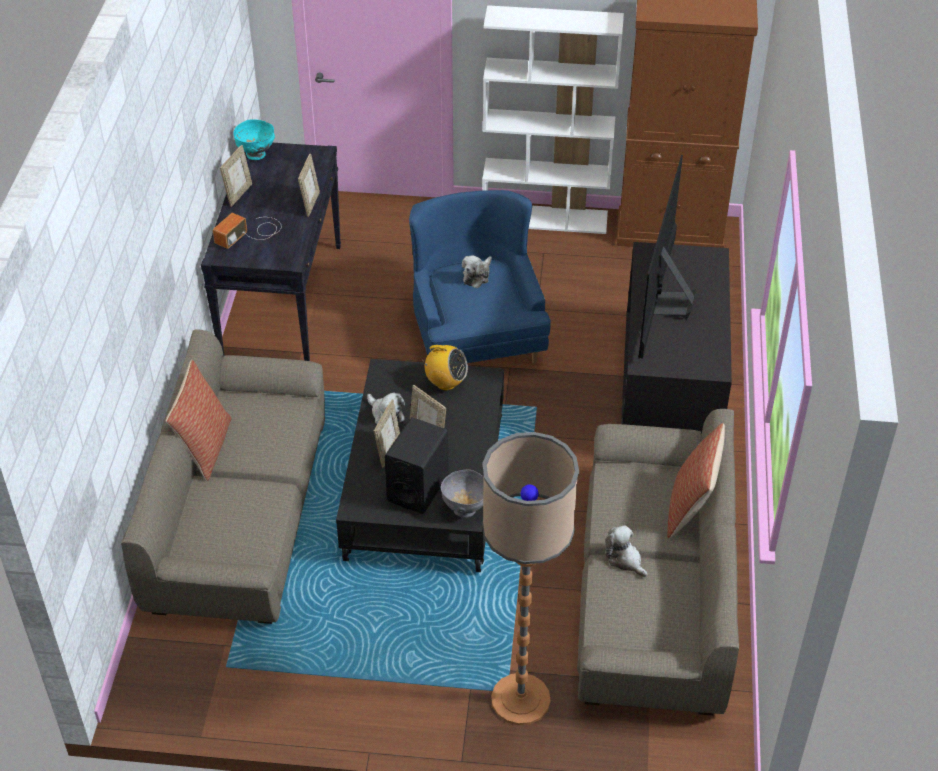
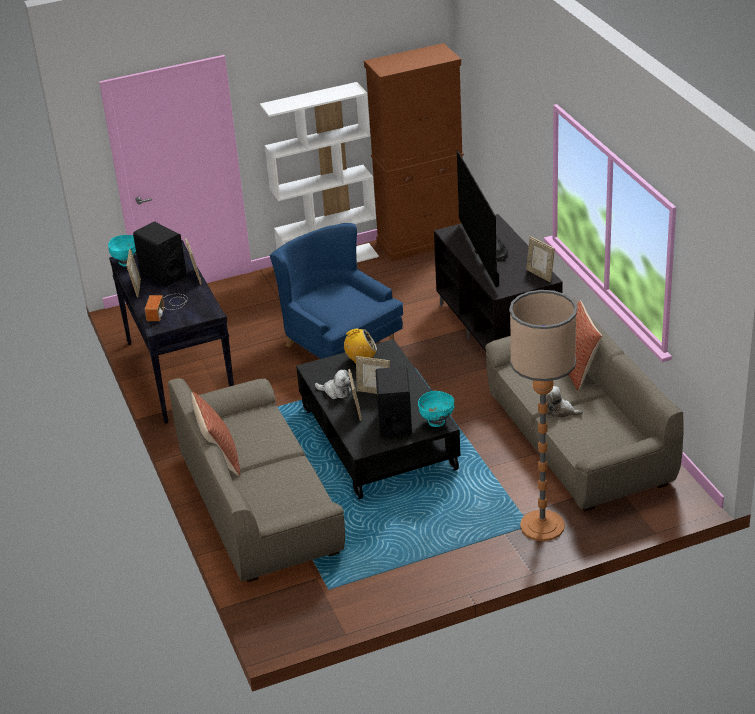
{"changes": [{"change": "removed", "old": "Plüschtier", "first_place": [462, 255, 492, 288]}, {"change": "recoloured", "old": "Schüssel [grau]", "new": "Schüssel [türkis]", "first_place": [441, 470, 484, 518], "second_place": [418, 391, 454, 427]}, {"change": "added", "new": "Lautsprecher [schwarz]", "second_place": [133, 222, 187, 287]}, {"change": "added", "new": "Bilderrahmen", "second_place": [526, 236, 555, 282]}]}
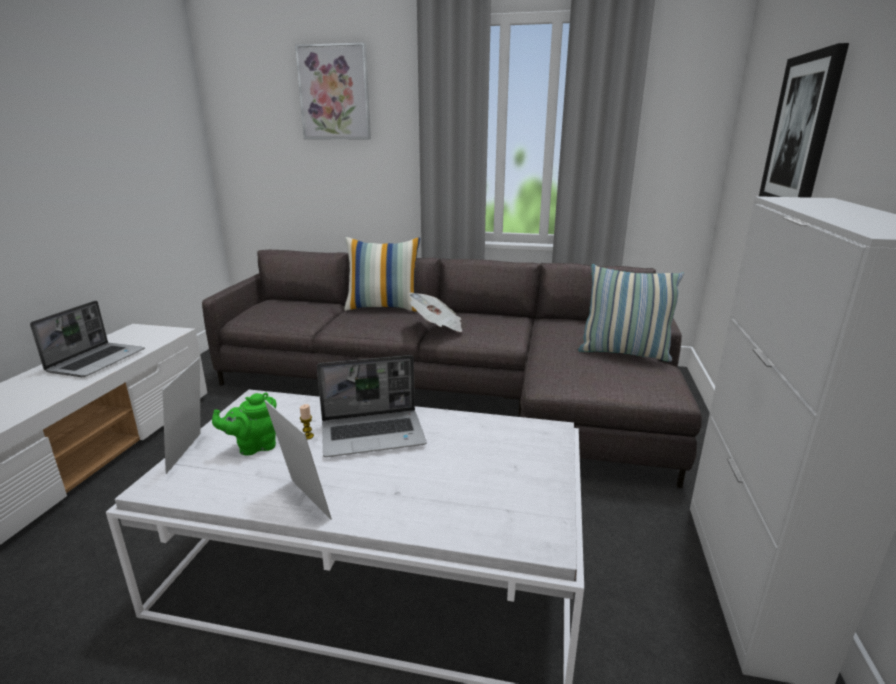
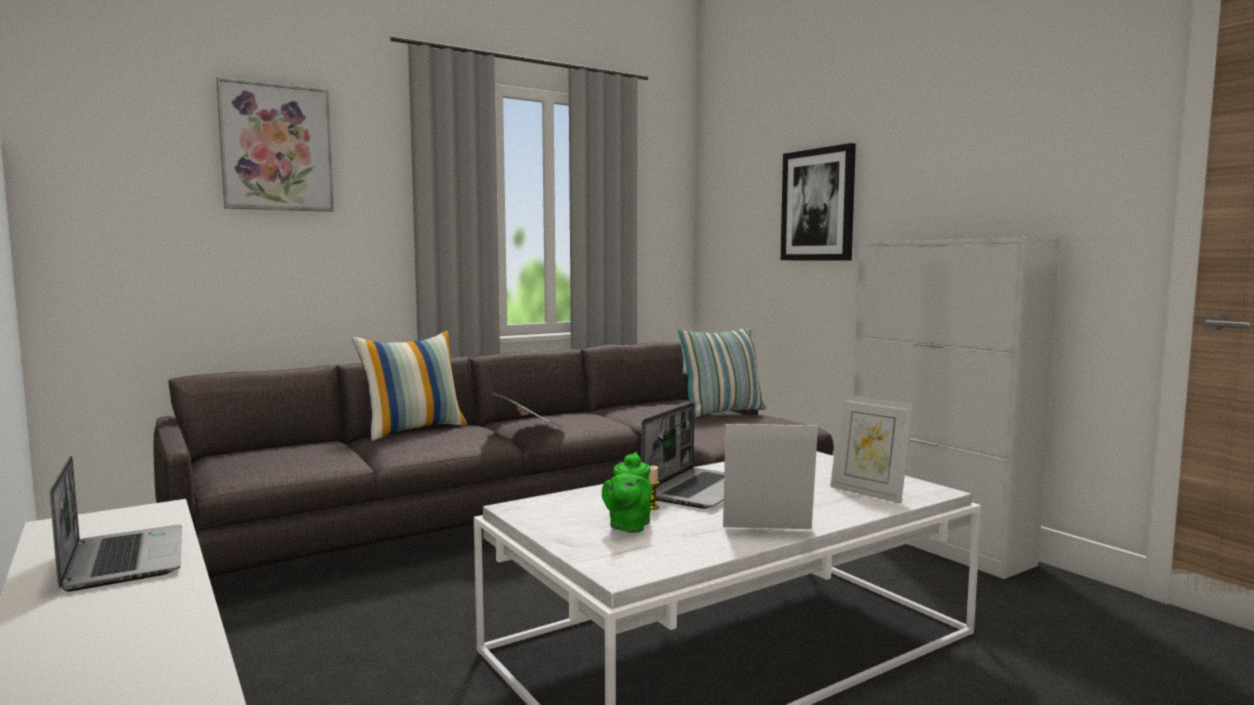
{"changes": [{"change": "moved", "old": "Bilderrahmen", "first_place": [162, 357, 201, 474], "second_place": [830, 394, 913, 504]}]}
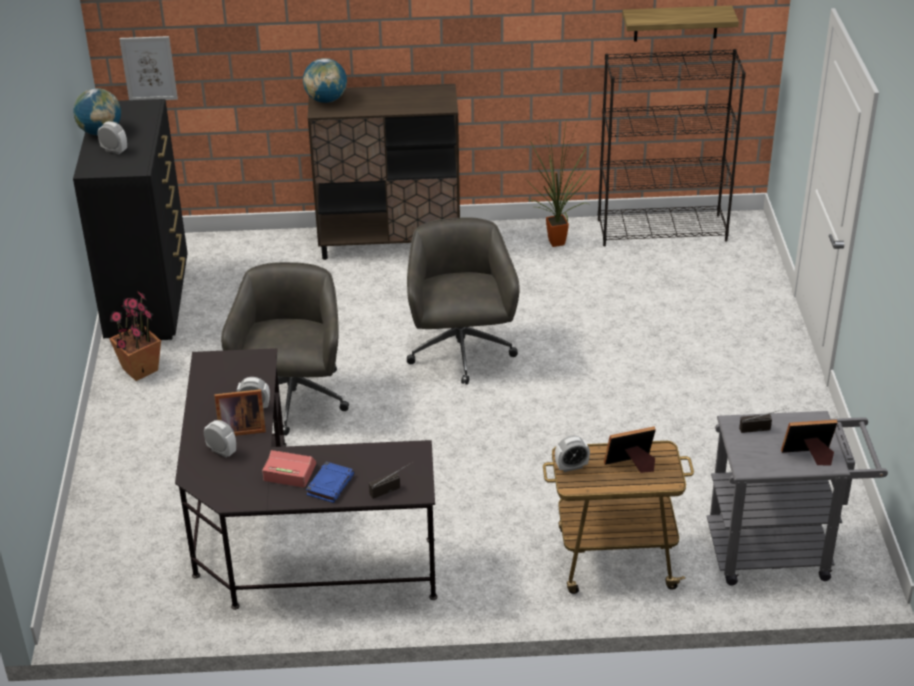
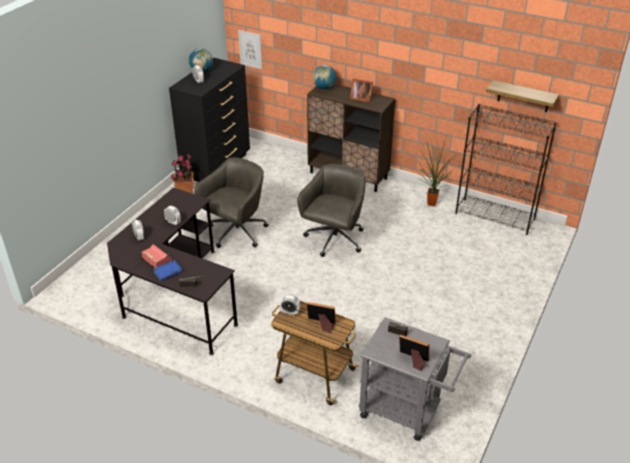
{"changes": [{"change": "moved", "old": "Bilderrahmen", "first_place": [215, 389, 266, 436], "second_place": [350, 78, 373, 103]}]}
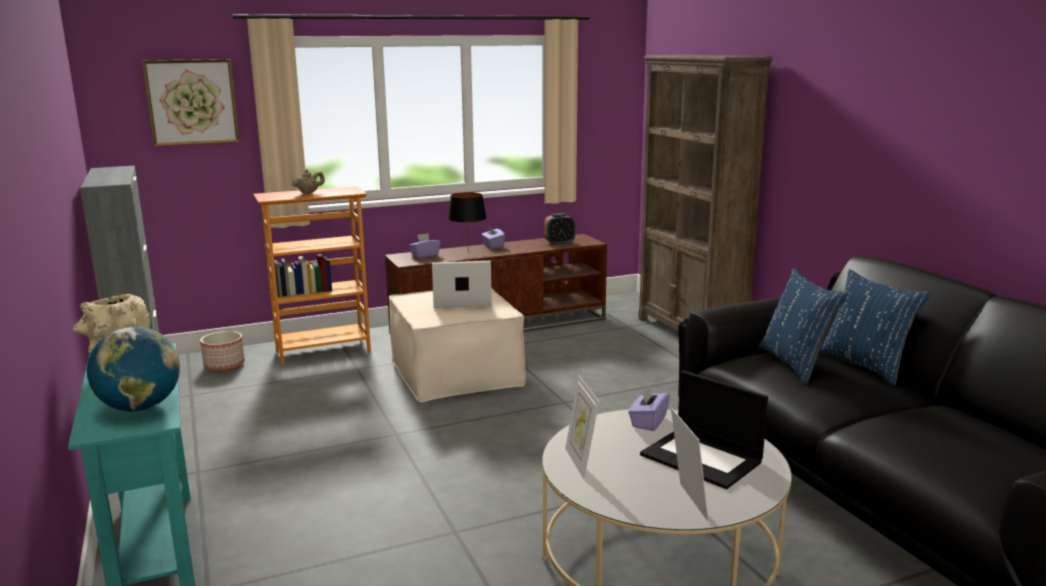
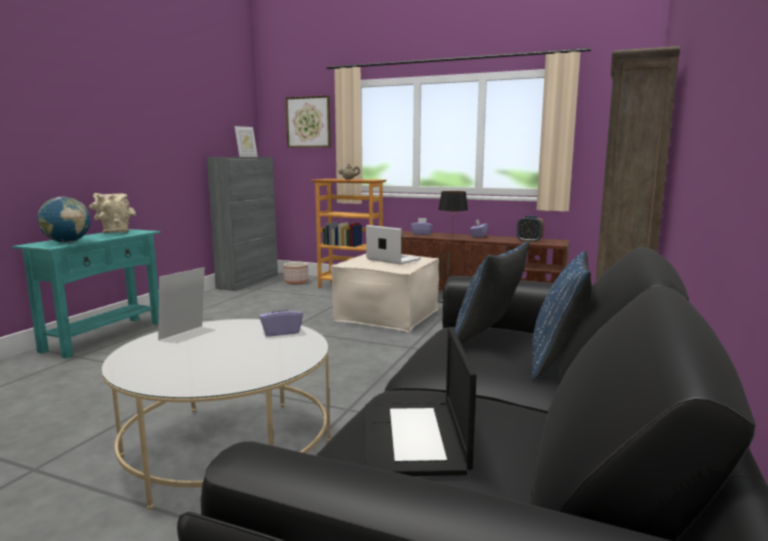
{"changes": [{"change": "moved", "old": "Laptop", "first_place": [640, 370, 768, 489], "second_place": [365, 327, 477, 476]}, {"change": "moved", "old": "Bilderrahmen", "first_place": [671, 408, 708, 521], "second_place": [234, 126, 258, 157]}]}
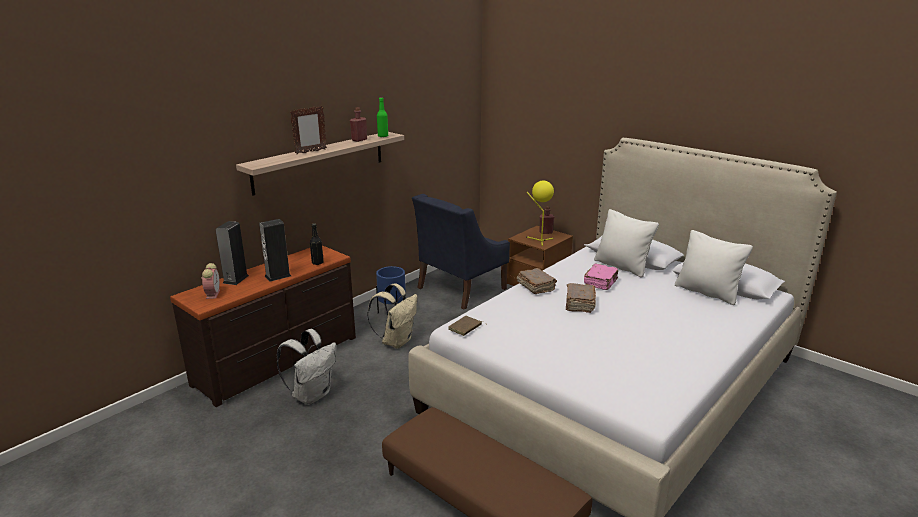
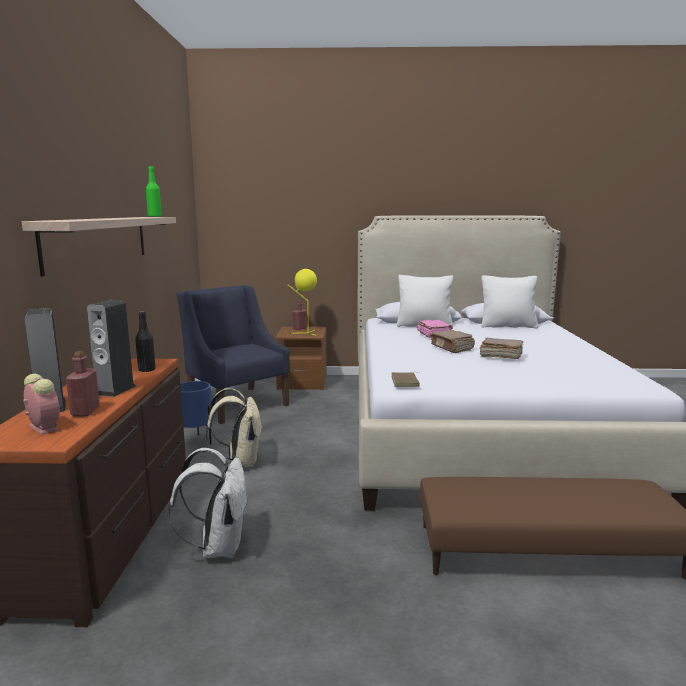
{"changes": [{"change": "removed", "old": "Bilderrahmen", "first_place": [290, 106, 327, 154]}, {"change": "moved", "old": "Flasche [rot]", "first_place": [350, 107, 367, 142], "second_place": [66, 351, 100, 416]}, {"change": "turned", "old": "Sessel [blau]", "first_place": [412, 194, 510, 309], "second_place": [176, 285, 290, 424], "degrees": 135}, {"change": "moved", "old": "Buch [braun]", "first_place": [517, 268, 557, 294], "second_place": [480, 337, 523, 359]}]}
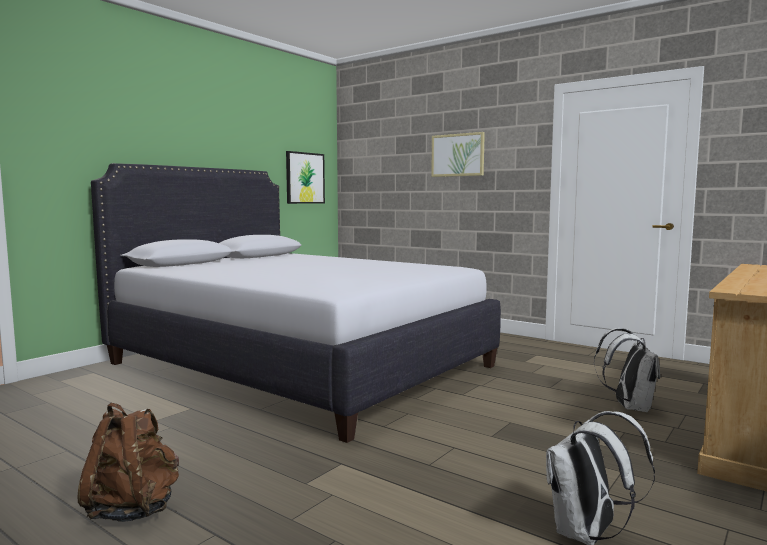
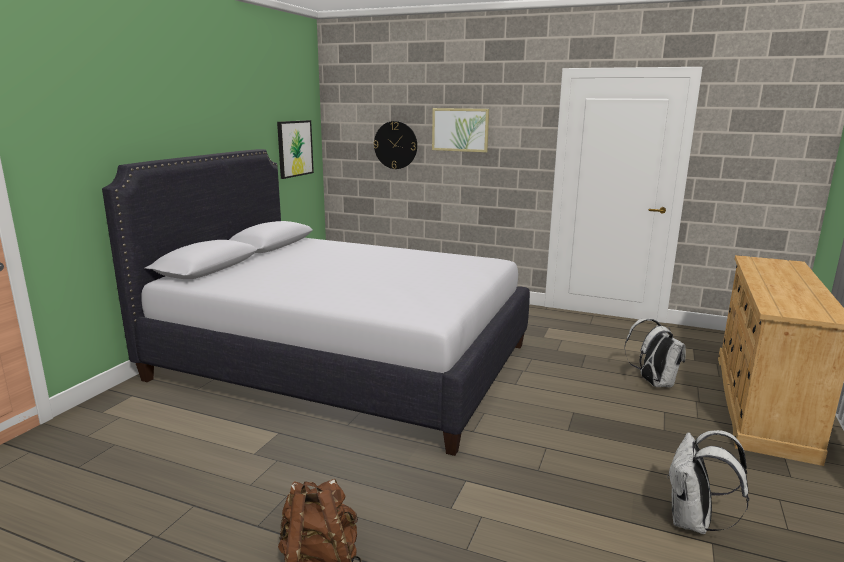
{"changes": [{"change": "added", "new": "Wanduhr", "second_place": [374, 121, 417, 169]}]}
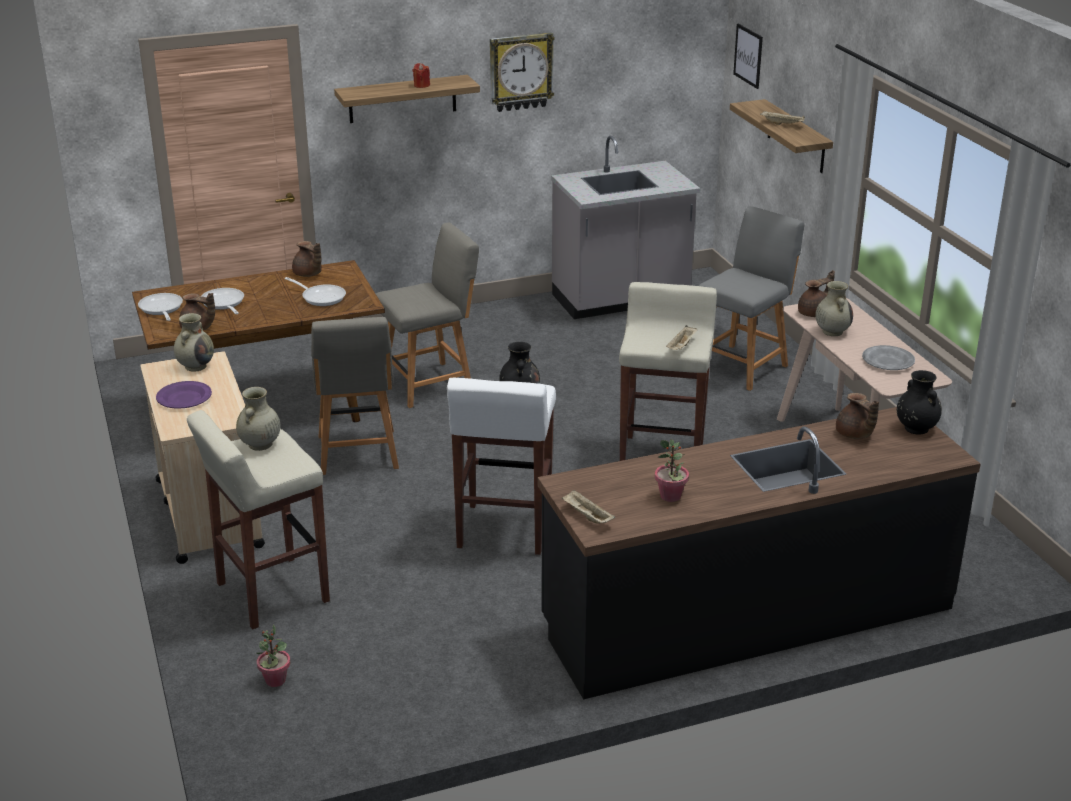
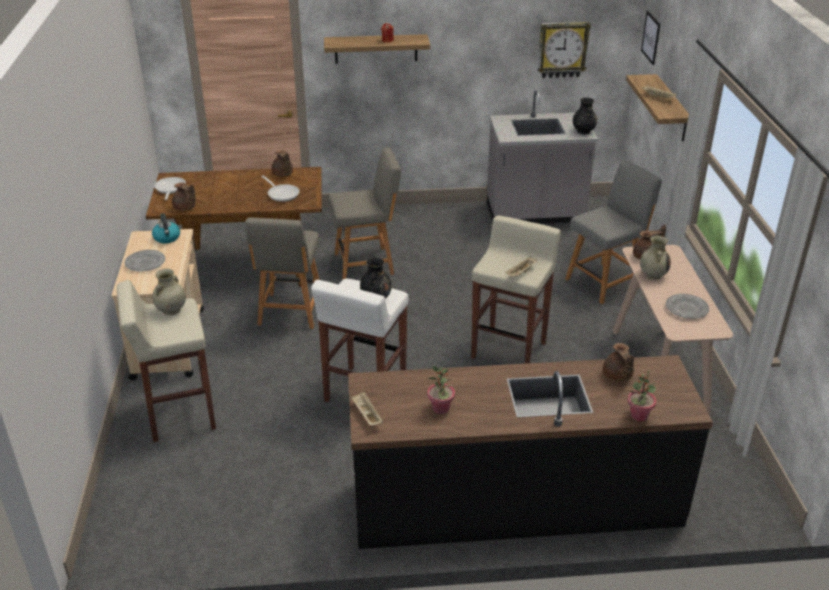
{"changes": [{"change": "moved", "old": "Wanduhr", "first_place": [490, 32, 555, 112], "second_place": [537, 22, 591, 78]}, {"change": "removed", "old": "Pfanne", "first_place": [201, 288, 244, 314]}, {"change": "replaced", "old": "Vase [beige]", "new": "Wasserkessel", "first_place": [174, 313, 214, 372], "second_place": [152, 214, 180, 243]}, {"change": "moved", "old": "Vase [schwarz]", "first_place": [897, 370, 942, 435], "second_place": [573, 98, 597, 134]}, {"change": "recoloured", "old": "Teller [lila]", "new": "Teller [grau]", "first_place": [156, 381, 212, 409], "second_place": [124, 250, 165, 272]}, {"change": "moved", "old": "Topfpflanze", "first_place": [256, 624, 290, 687], "second_place": [627, 370, 656, 421]}]}
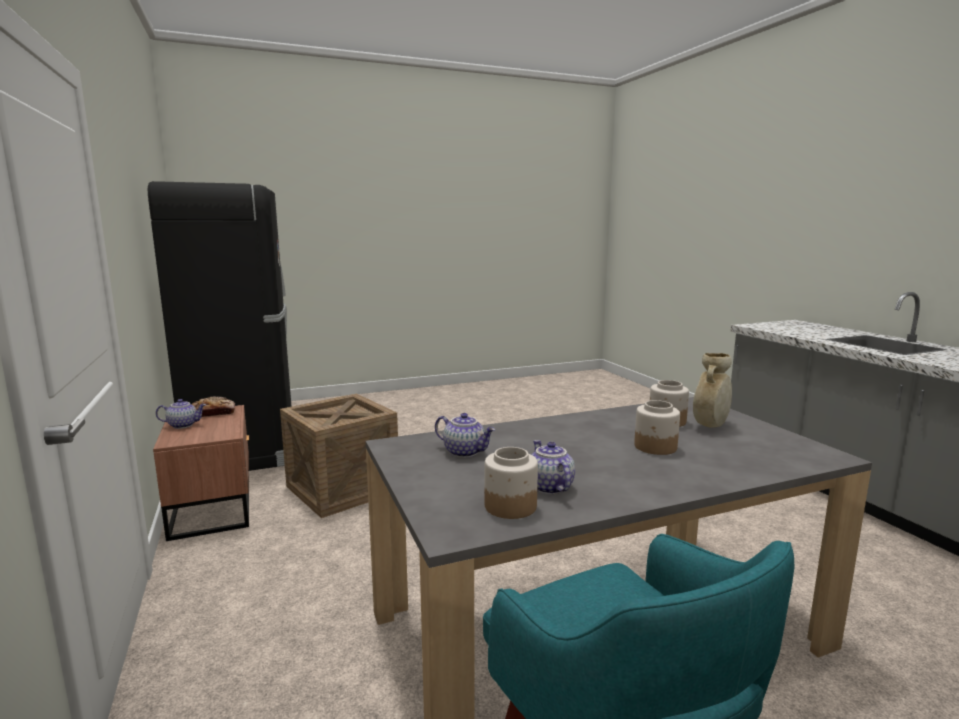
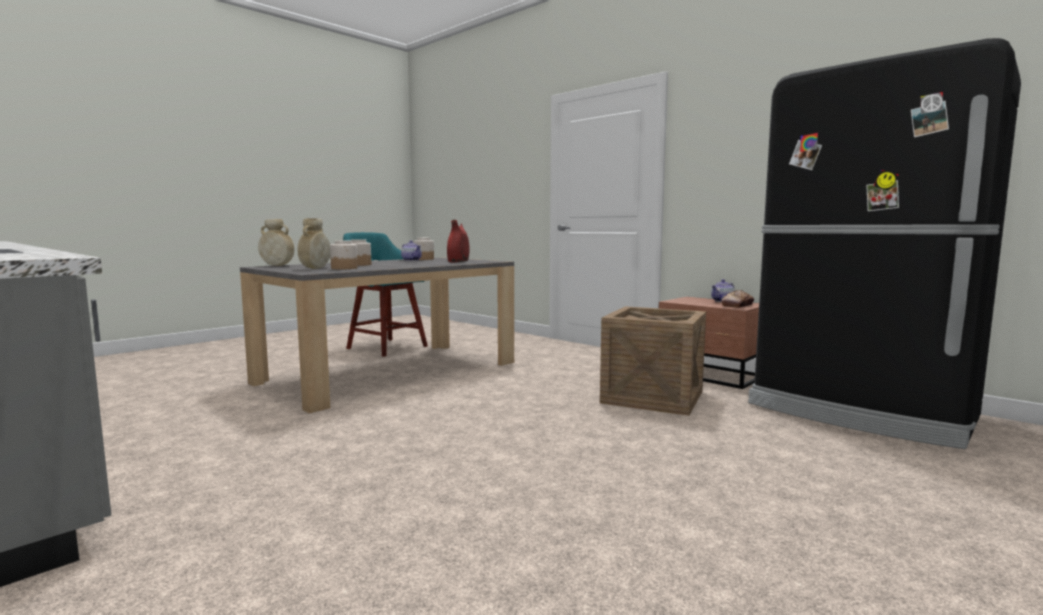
{"changes": [{"change": "replaced", "old": "Teekanne", "new": "Vase [rot]", "first_place": [435, 413, 495, 458], "second_place": [447, 220, 470, 263]}, {"change": "added", "new": "Vase [beige]", "second_place": [258, 219, 294, 266]}]}
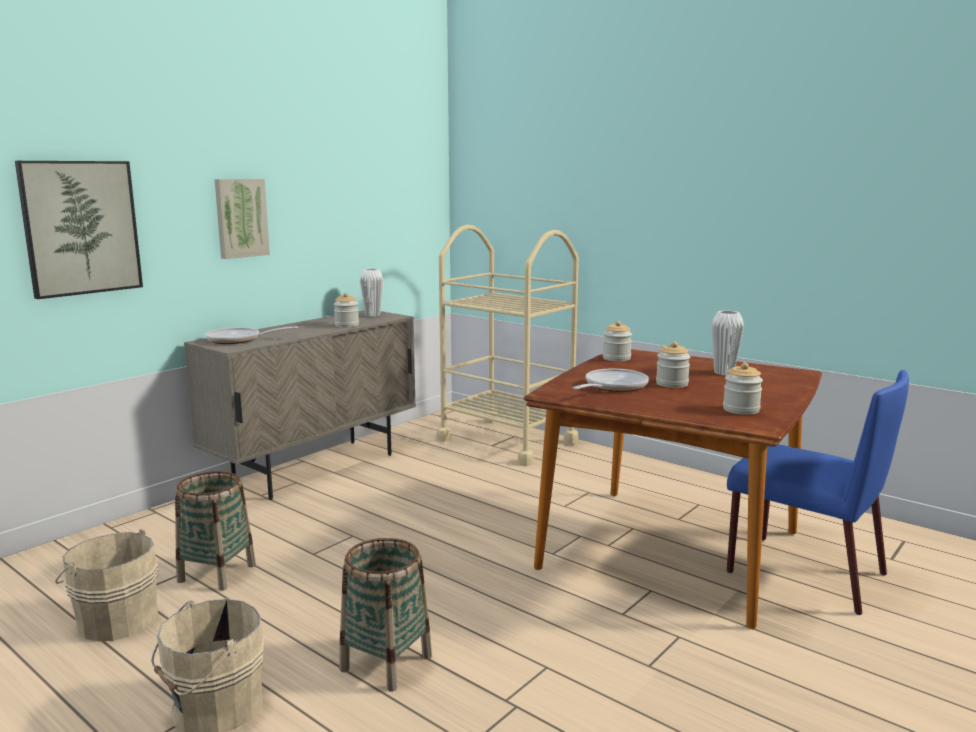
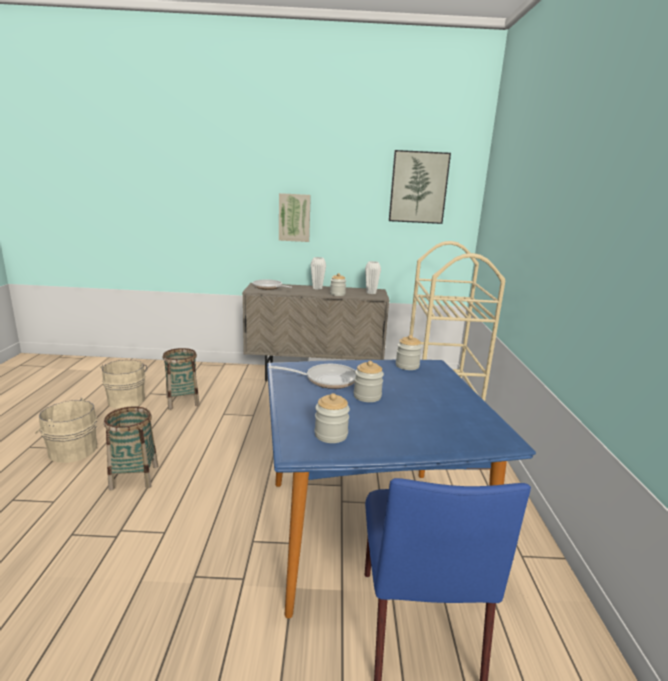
{"changes": [{"change": "moved", "old": "Bild", "first_place": [15, 161, 143, 299], "second_place": [389, 150, 451, 224]}, {"change": "moved", "old": "Vase [weiß]", "first_place": [711, 310, 744, 375], "second_place": [311, 257, 326, 290]}, {"change": "recoloured", "old": "Esstisch [braun]", "new": "Esstisch [blau]", "first_place": [524, 349, 822, 629], "second_place": [267, 360, 536, 619]}]}
